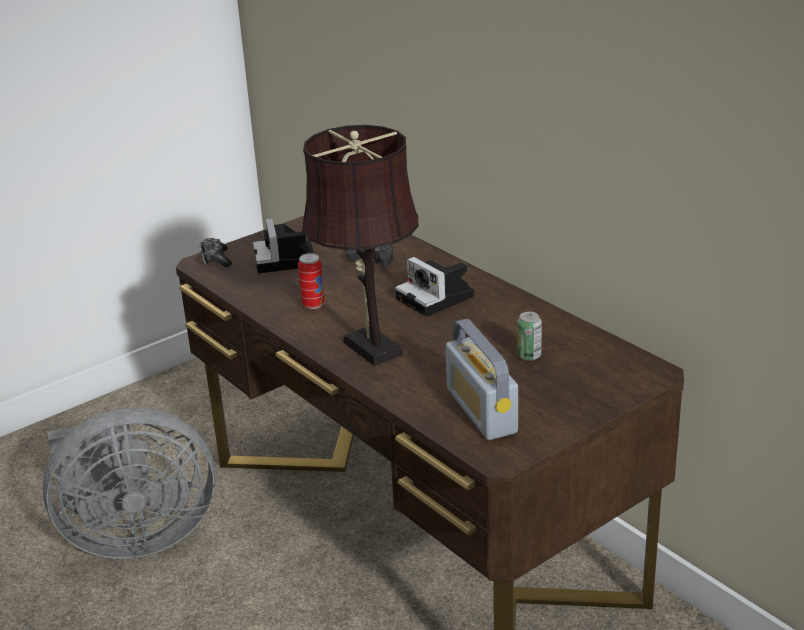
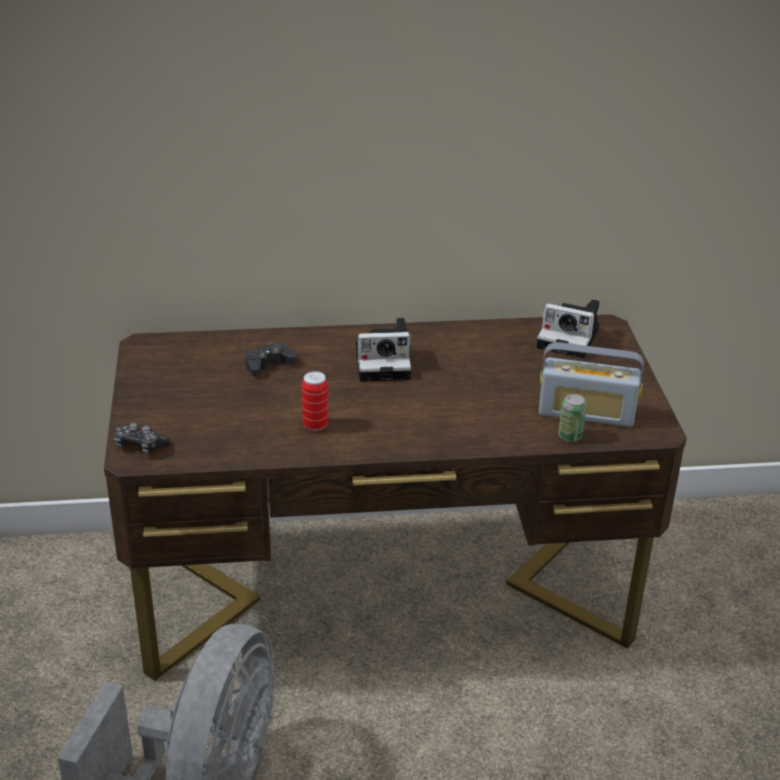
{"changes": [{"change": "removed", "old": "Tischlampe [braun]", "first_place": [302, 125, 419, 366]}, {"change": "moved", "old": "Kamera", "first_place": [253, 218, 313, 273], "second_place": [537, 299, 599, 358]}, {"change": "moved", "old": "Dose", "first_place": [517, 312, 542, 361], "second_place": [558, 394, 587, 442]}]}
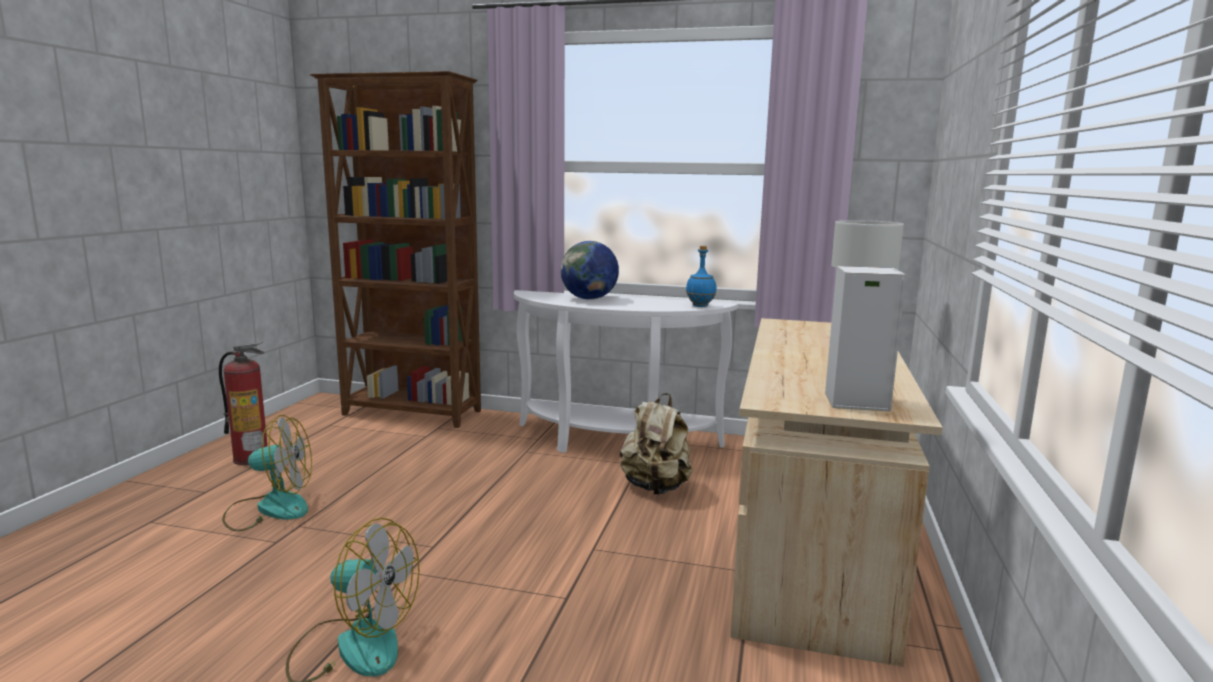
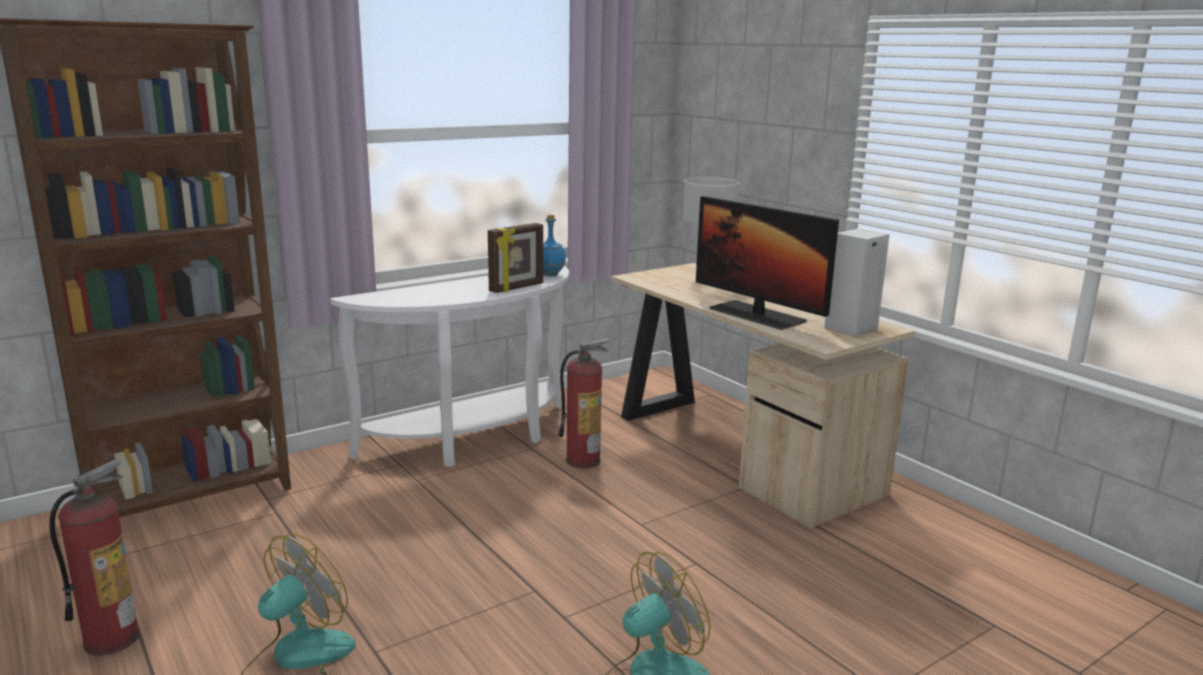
{"changes": [{"change": "removed", "old": "Globus", "first_place": [560, 241, 619, 300]}, {"change": "replaced", "old": "Rucksack [beige]", "new": "Feuerlöscher", "first_place": [620, 393, 692, 495], "second_place": [558, 338, 609, 469]}, {"change": "added", "new": "Monitor", "second_place": [696, 196, 839, 330]}, {"change": "added", "new": "Bilderrahmen", "second_place": [488, 223, 543, 293]}]}
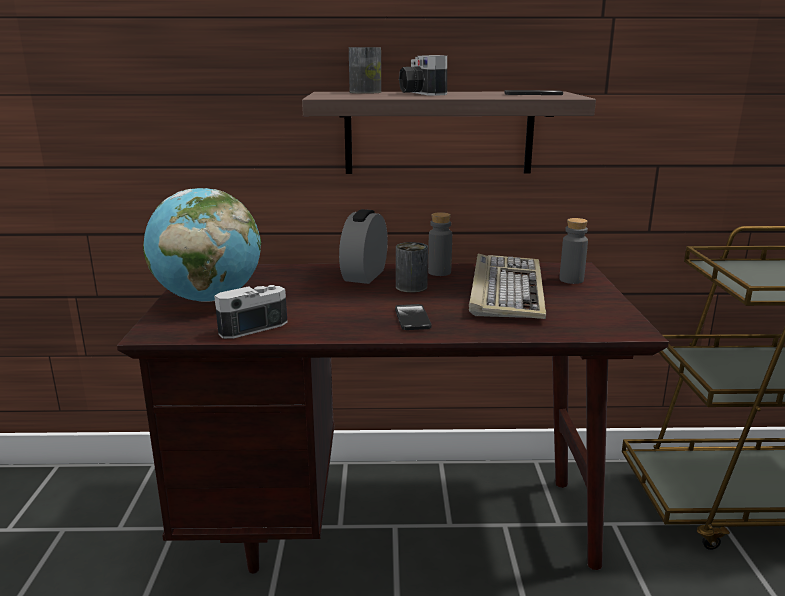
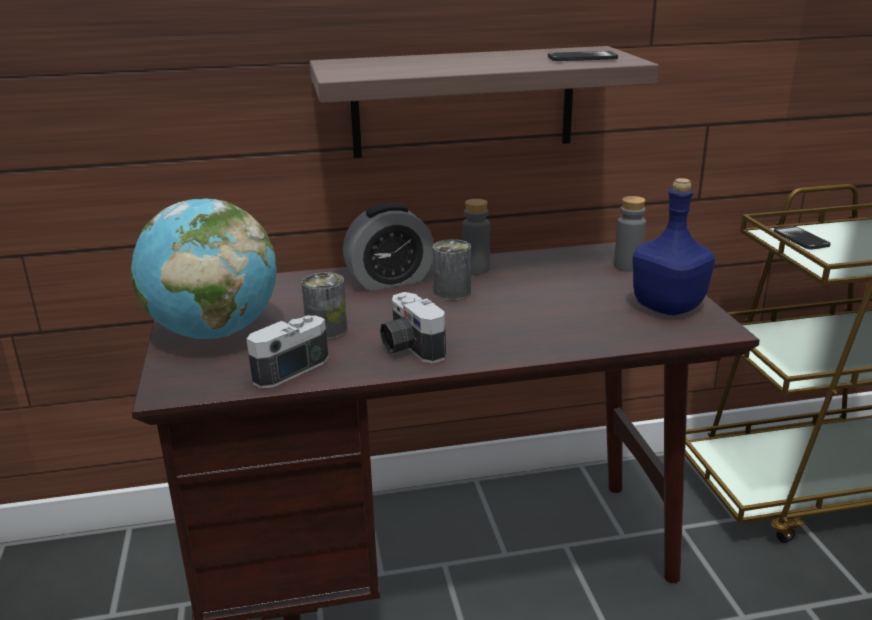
{"changes": [{"change": "moved", "old": "Dose", "first_place": [349, 47, 381, 94], "second_place": [302, 272, 347, 340]}, {"change": "moved", "old": "Kamera", "first_place": [399, 55, 447, 96], "second_place": [380, 292, 446, 363]}, {"change": "turned", "old": "Wecker", "first_place": [339, 209, 388, 284], "second_place": [343, 203, 434, 291], "degrees": -120}, {"change": "removed", "old": "Tastatur", "first_place": [469, 254, 546, 319]}, {"change": "moved", "old": "Handy", "first_place": [395, 304, 431, 330], "second_place": [774, 226, 831, 250]}, {"change": "added", "new": "Flasche [blau]", "second_place": [633, 178, 715, 315]}]}
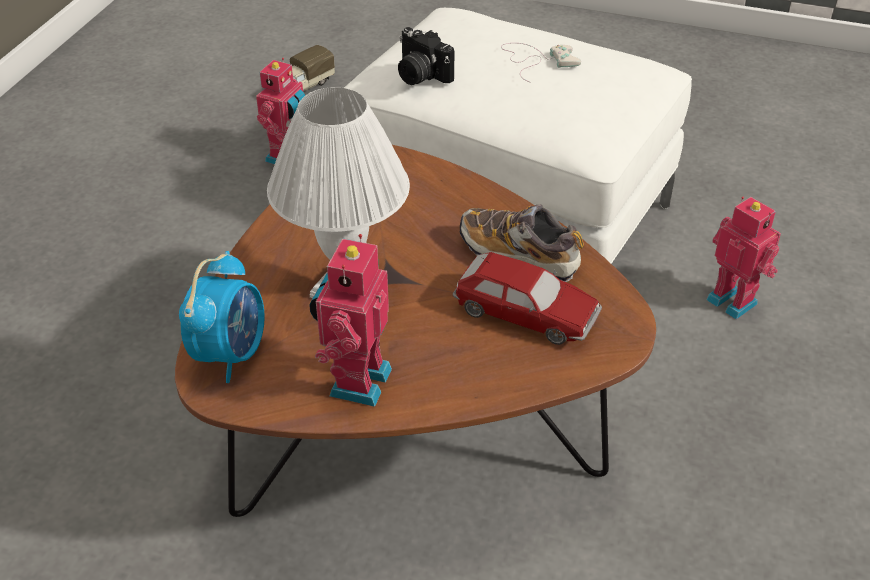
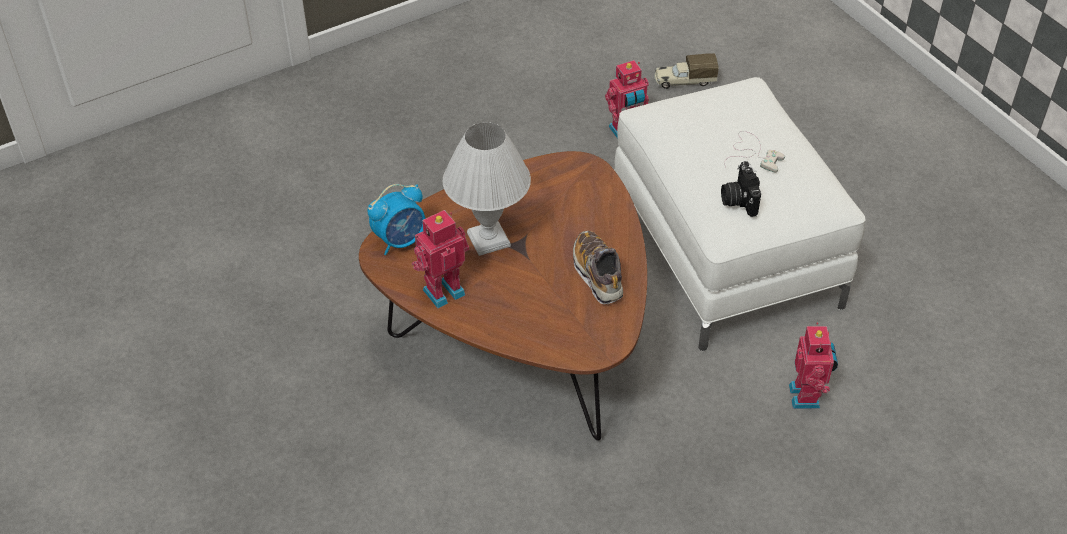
{"changes": [{"change": "moved", "old": "Kamera", "first_place": [398, 27, 455, 85], "second_place": [721, 161, 761, 217]}, {"change": "removed", "old": "Spielzeugauto", "first_place": [453, 252, 602, 345]}]}
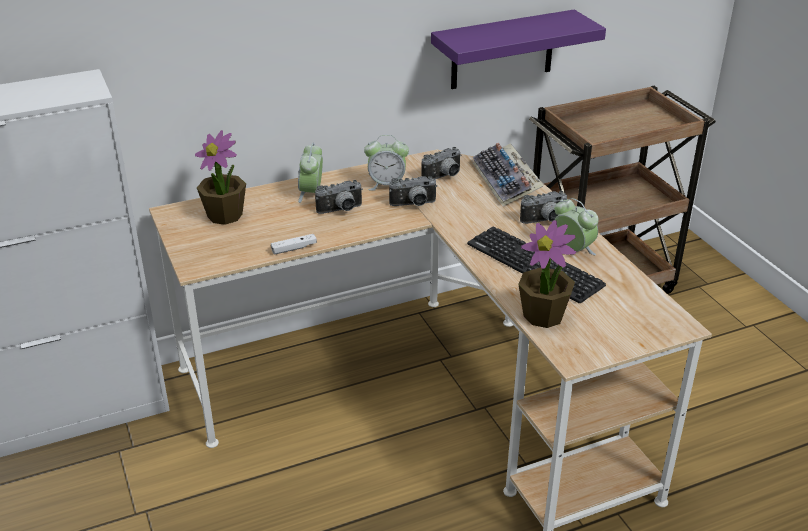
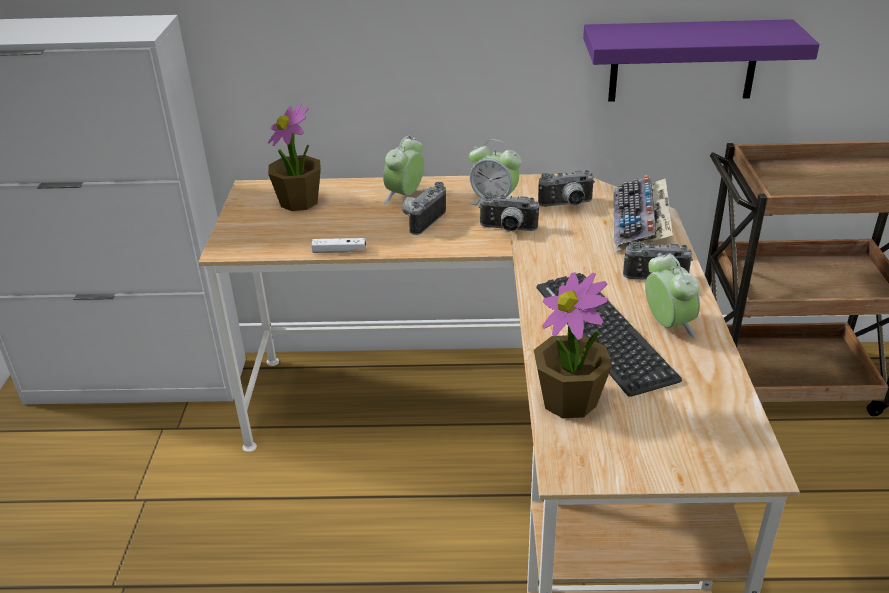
{"changes": [{"change": "turned", "old": "Kamera", "first_place": [315, 180, 363, 214], "second_place": [402, 182, 446, 235], "degrees": 120}]}
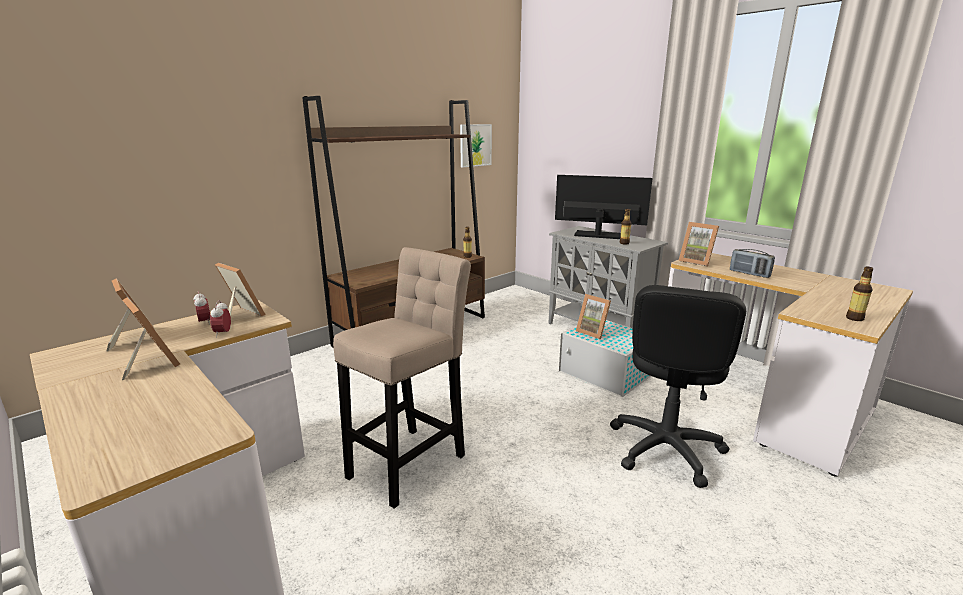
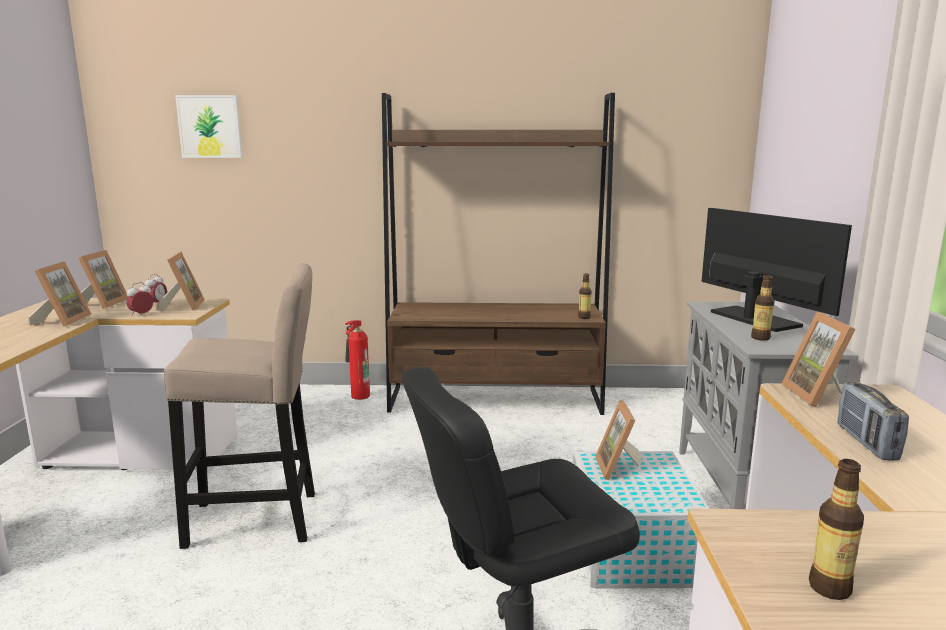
{"changes": [{"change": "moved", "old": "Bild", "first_place": [460, 124, 492, 168], "second_place": [175, 95, 242, 158]}, {"change": "added", "new": "Feuerlöscher", "second_place": [345, 320, 370, 400]}]}
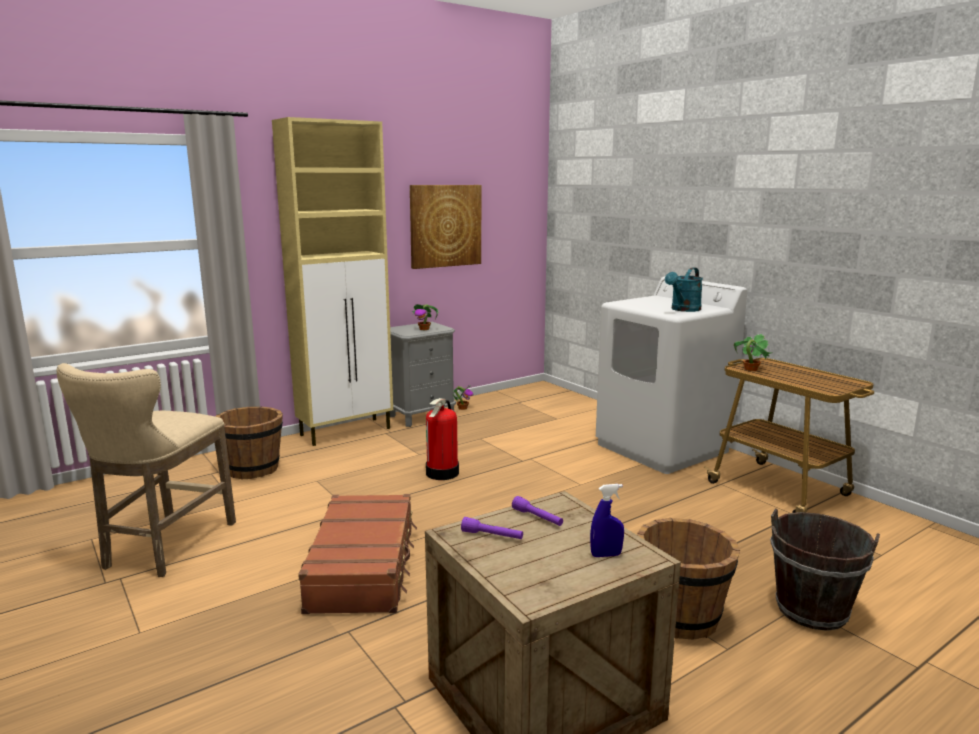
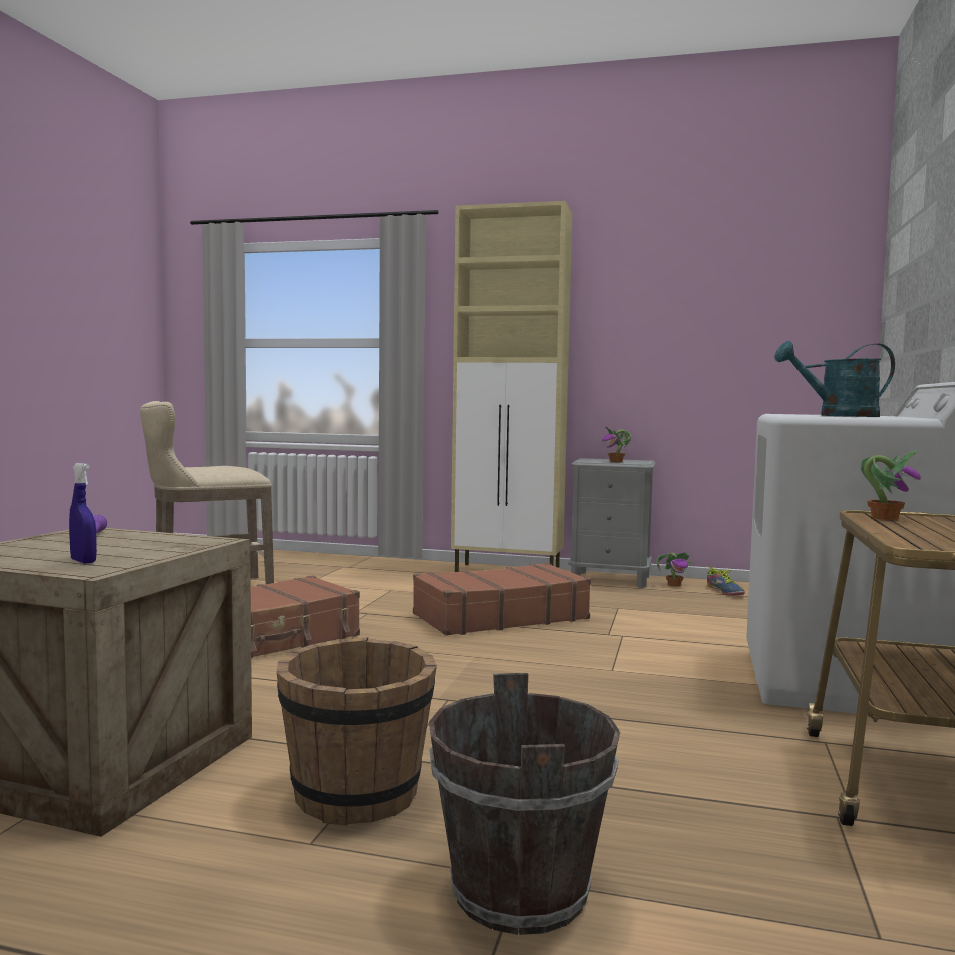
{"changes": [{"change": "removed", "old": "Bild", "first_place": [410, 185, 482, 269]}, {"change": "replaced", "old": "Feuerlöscher", "new": "Koffer [braun]", "first_place": [426, 398, 459, 480], "second_place": [413, 563, 591, 636]}, {"change": "removed", "old": "Eimer [braun]", "first_place": [215, 406, 283, 479]}, {"change": "removed", "old": "Taschenlampe [lila]", "first_place": [512, 496, 563, 526]}, {"change": "added", "new": "Schuh", "second_place": [706, 566, 745, 596]}]}
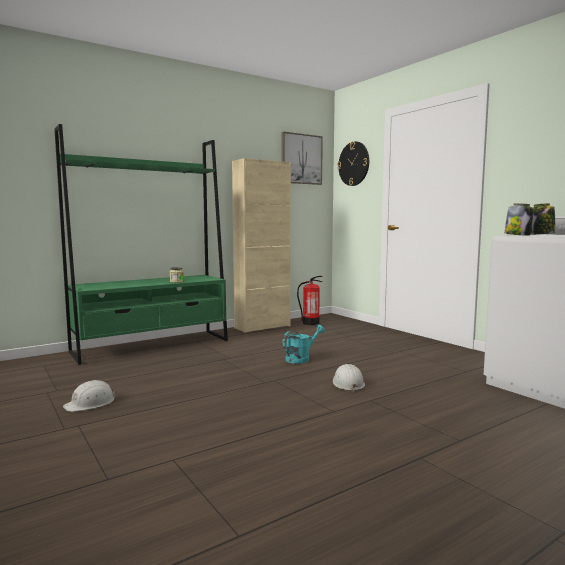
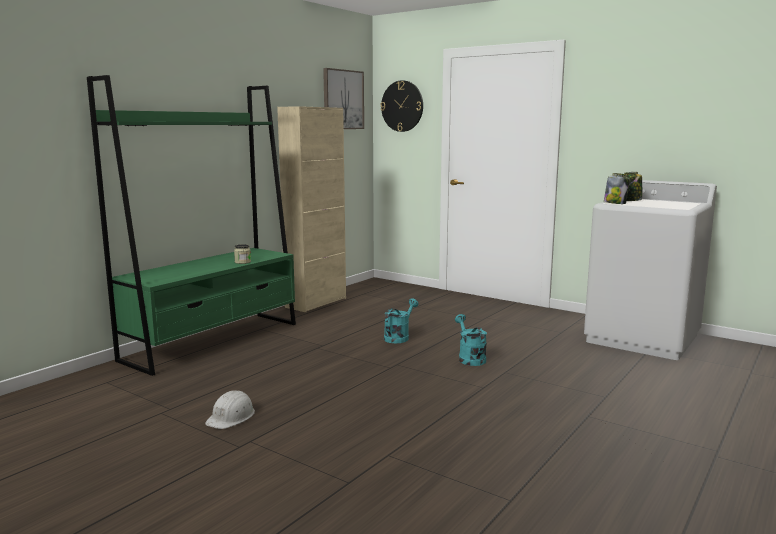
{"changes": [{"change": "removed", "old": "Feuerlöscher", "first_place": [297, 276, 323, 325]}, {"change": "replaced", "old": "Schutzhelm [weiß]", "new": "Gießkanne [türkis]", "first_place": [333, 364, 365, 392], "second_place": [455, 314, 487, 366]}]}
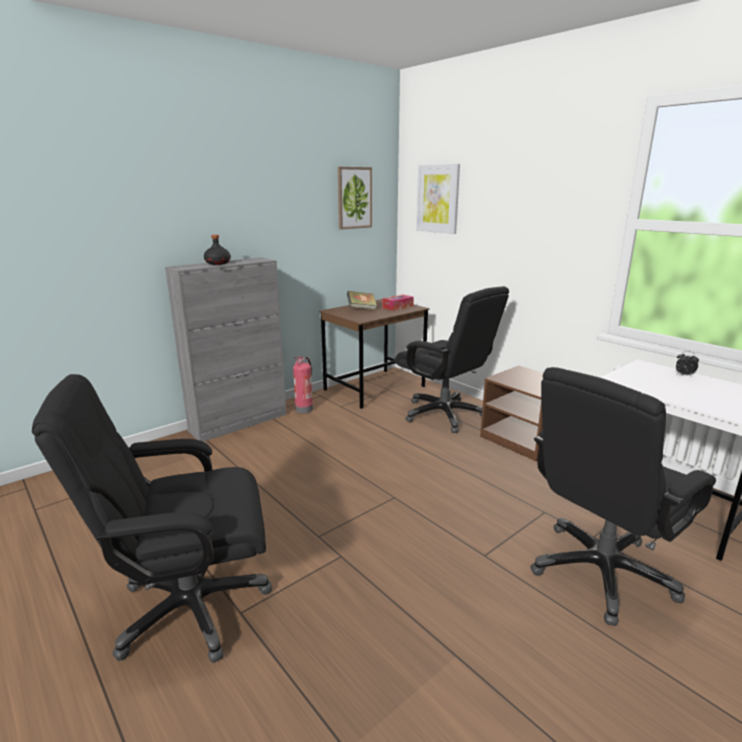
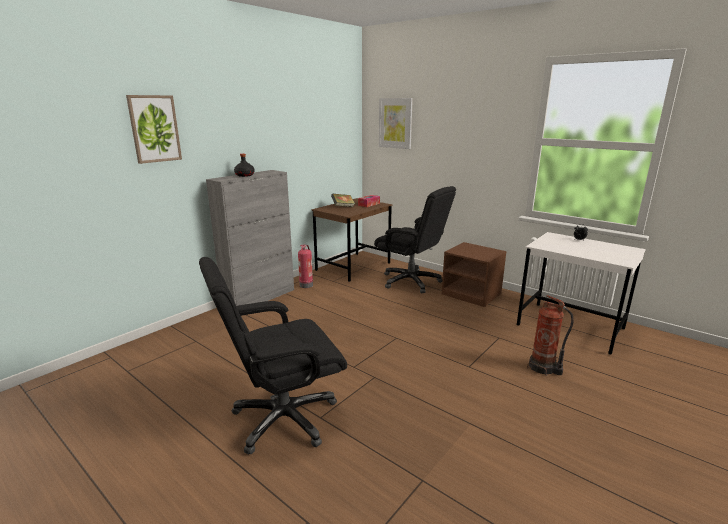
{"changes": [{"change": "moved", "old": "Bild", "first_place": [338, 167, 372, 230], "second_place": [126, 95, 182, 164]}, {"change": "replaced", "old": "Bürostuhl [schwarz]", "new": "Feuerlöscher", "first_place": [531, 367, 716, 626], "second_place": [527, 295, 574, 376]}]}
